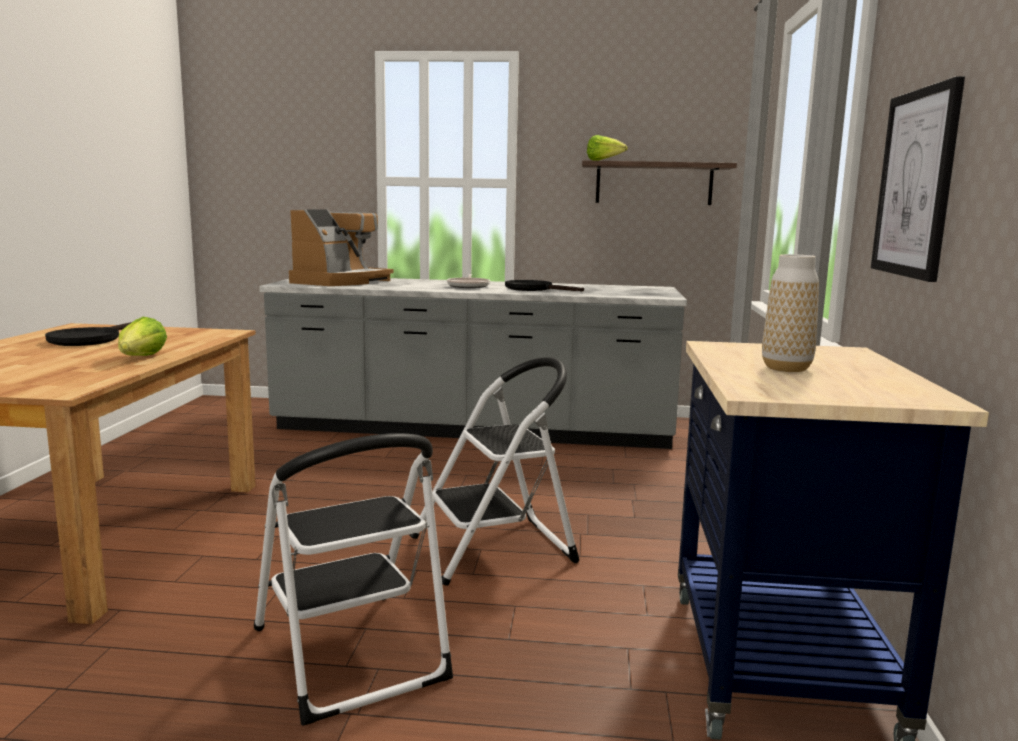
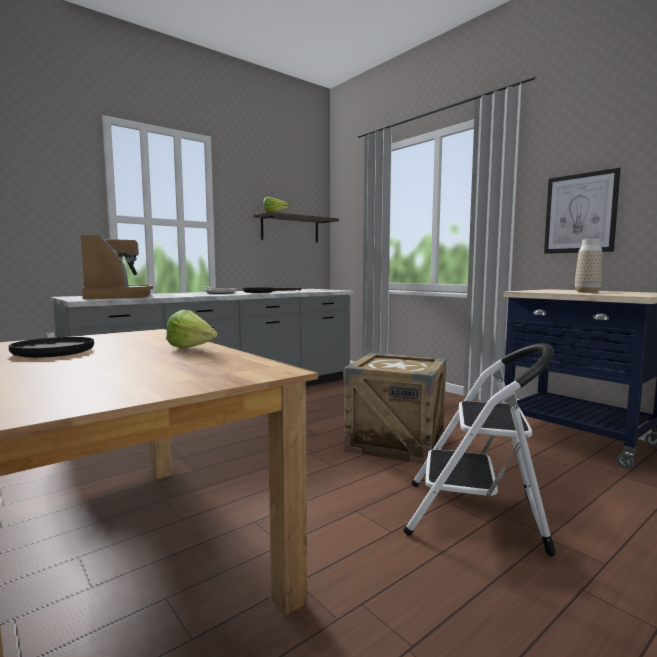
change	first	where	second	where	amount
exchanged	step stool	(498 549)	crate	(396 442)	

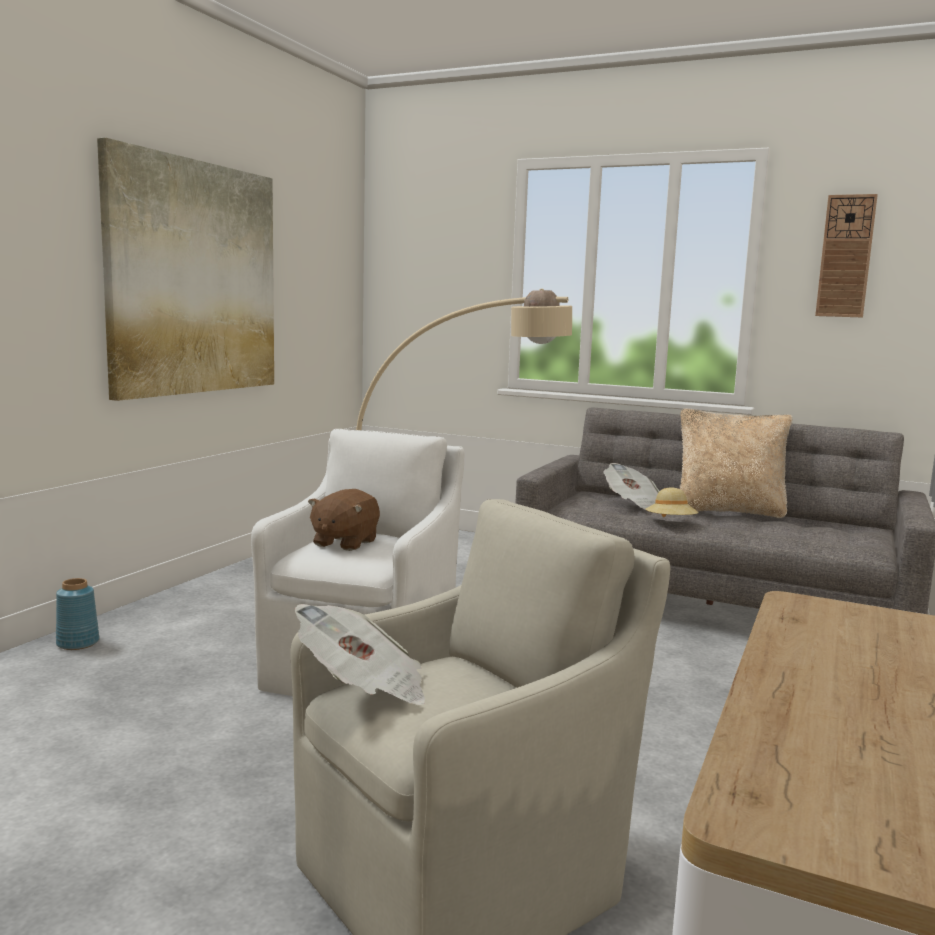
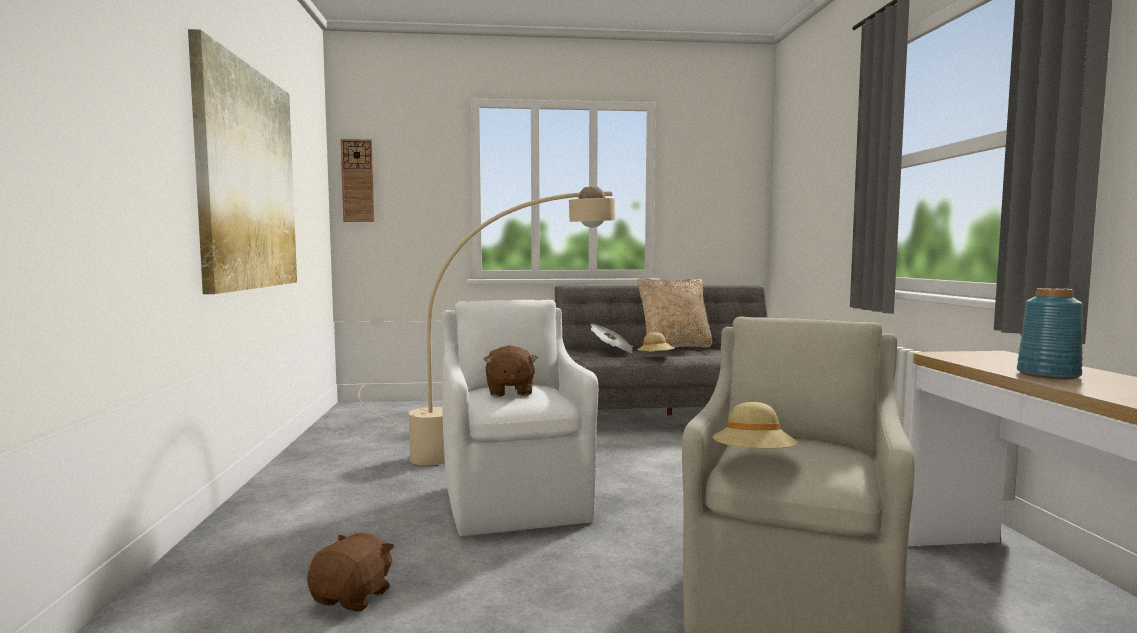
change	first	where	second	where	amount
appeared			brown-coloured cuddly toy	(353 597)	
relocated	wall clock	(845 256)		(358 181)	
exchanged	daily paper	(363 687)	beige hat	(754 460)	
relocated	blue vase	(78 643)		(1047 374)	

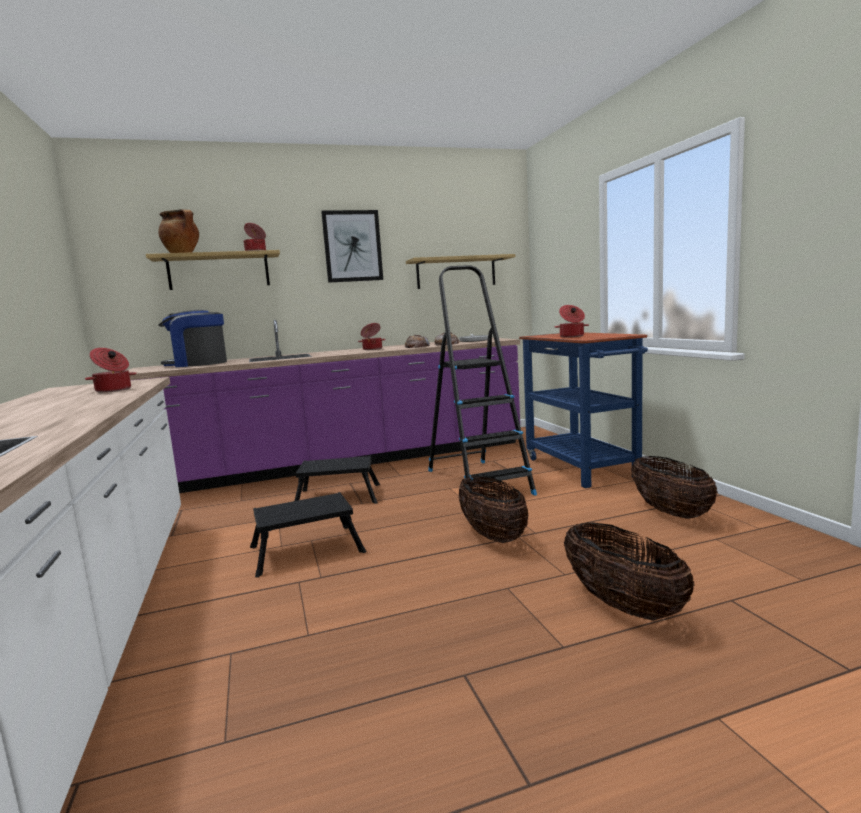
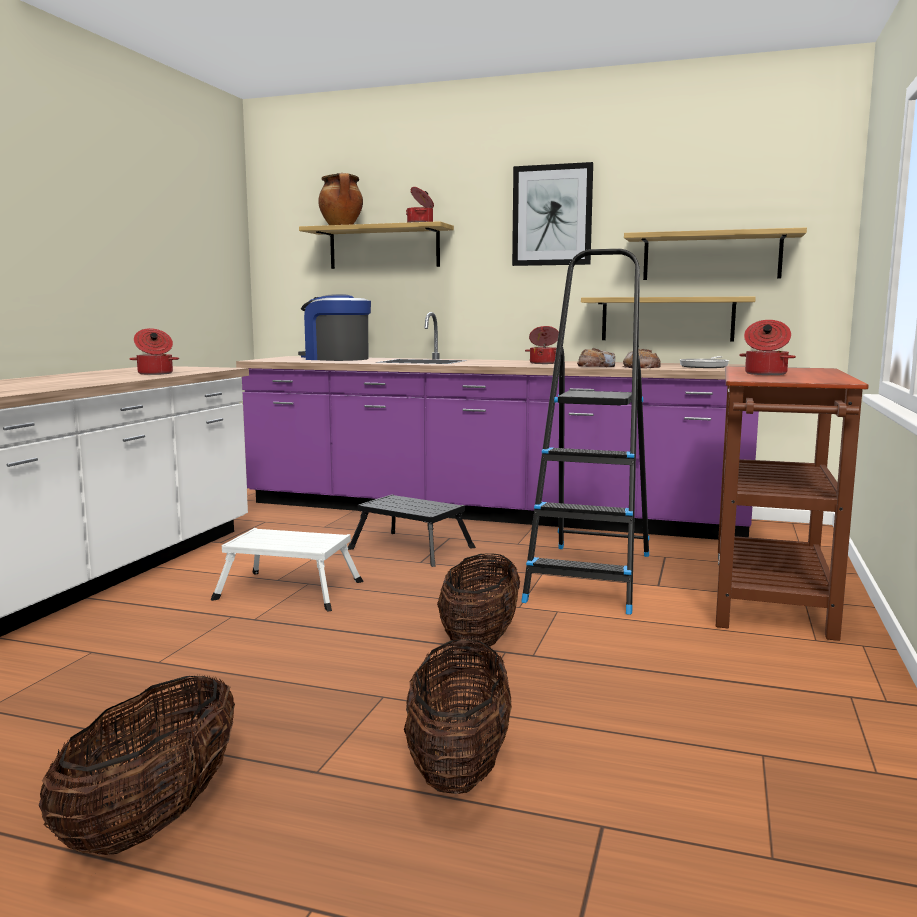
change	first	where	second	where	amount
relocated	basket	(670 512)		(153 820)	
colour	black step stool	(307 549)	white-coloured step stool	(290 590)	
appeared			bracket shelf	(667 319)	
colour	blue wheeled cart	(581 468)	brown-coloured wheeled cart	(771 601)	

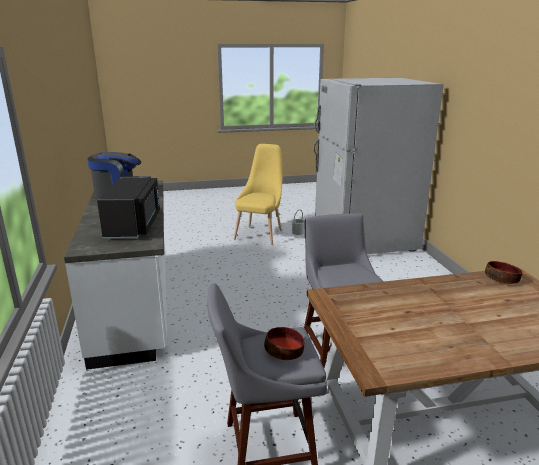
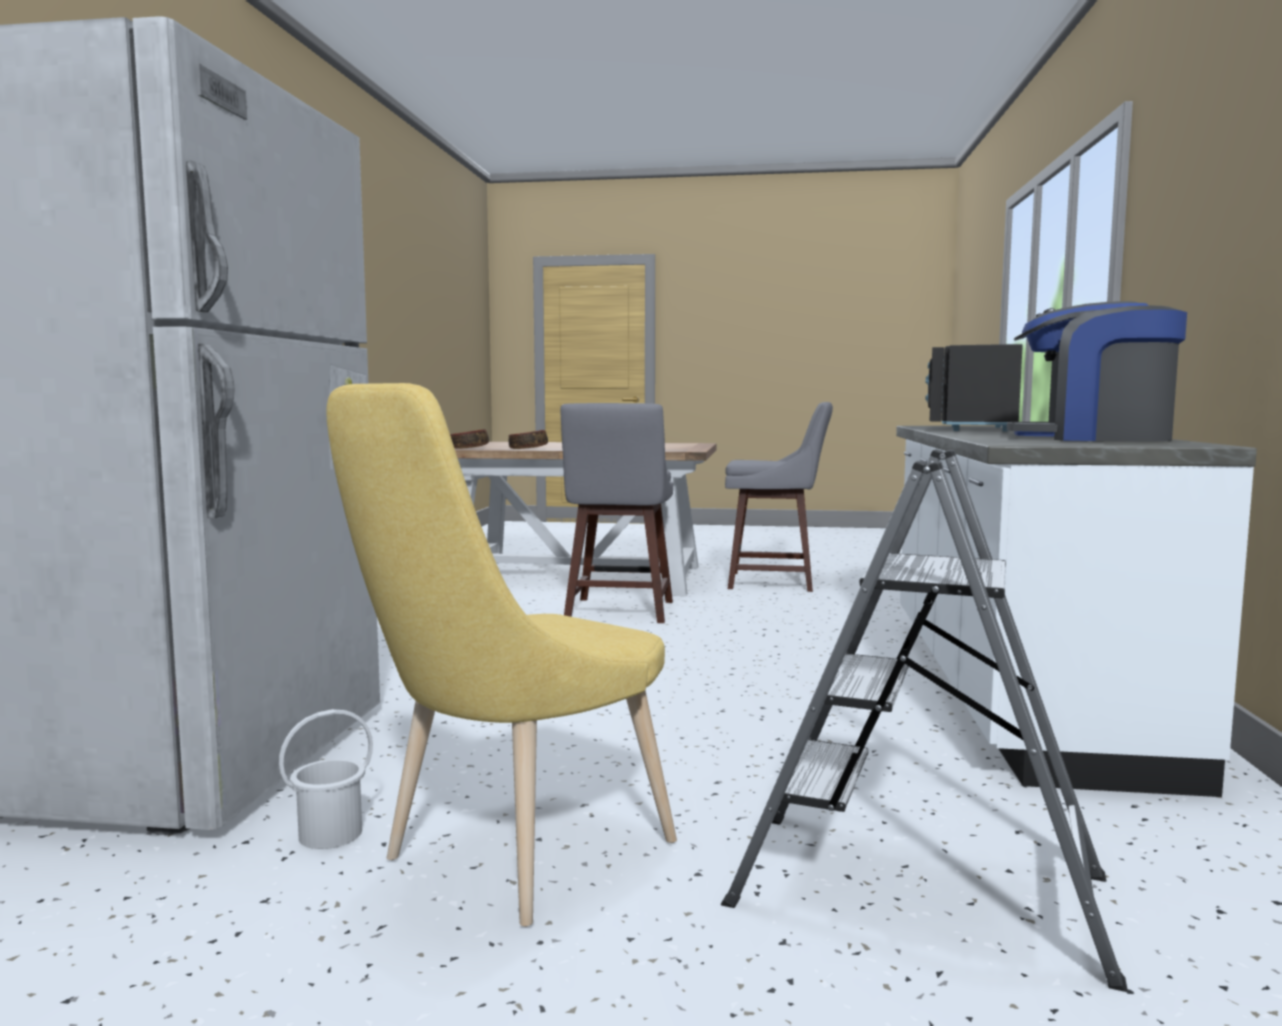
change	first	where	second	where	amount
relocated	bowl	(284 351)		(527 448)	
appeared			gray step stool	(924 889)	

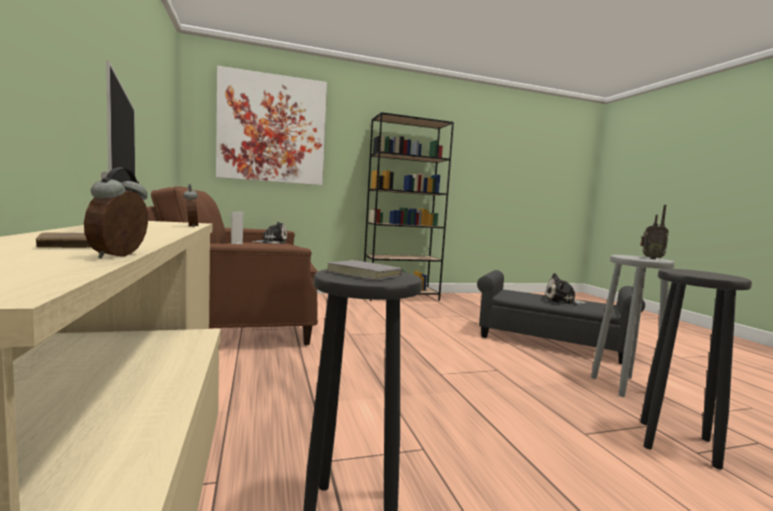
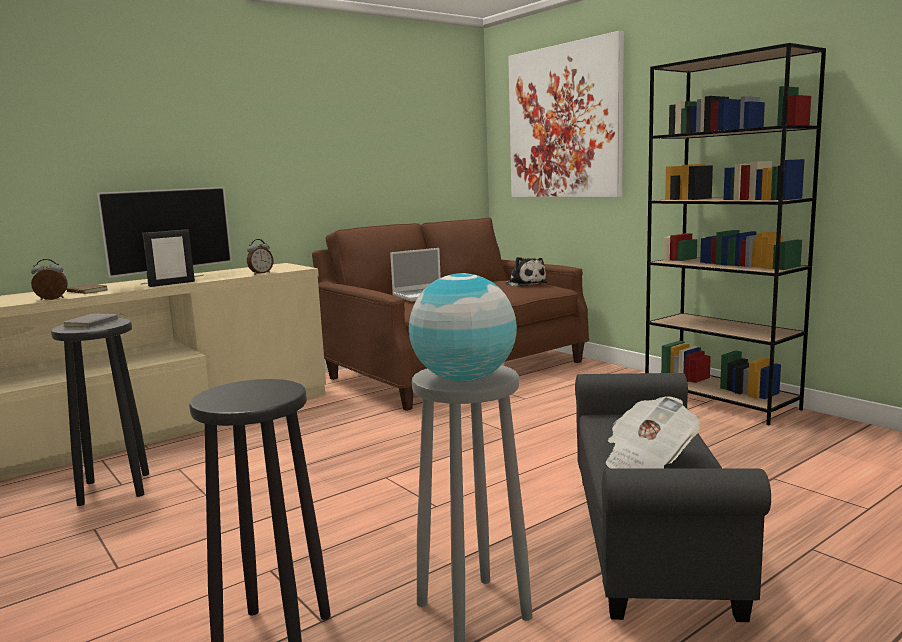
change	first	where	second	where	amount
appeared			photo frame	(172 283)	
exchanged	radio receiver	(651 258)	world globe	(464 379)	
exchanged	cuddly toy	(562 301)	daily paper	(647 458)	

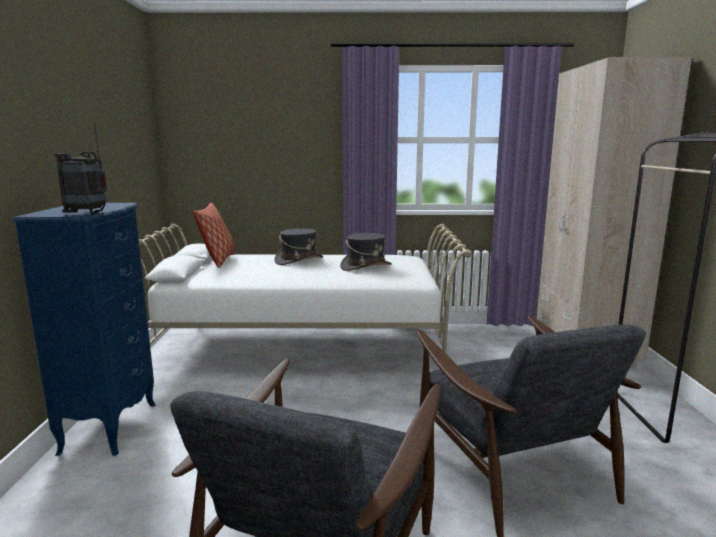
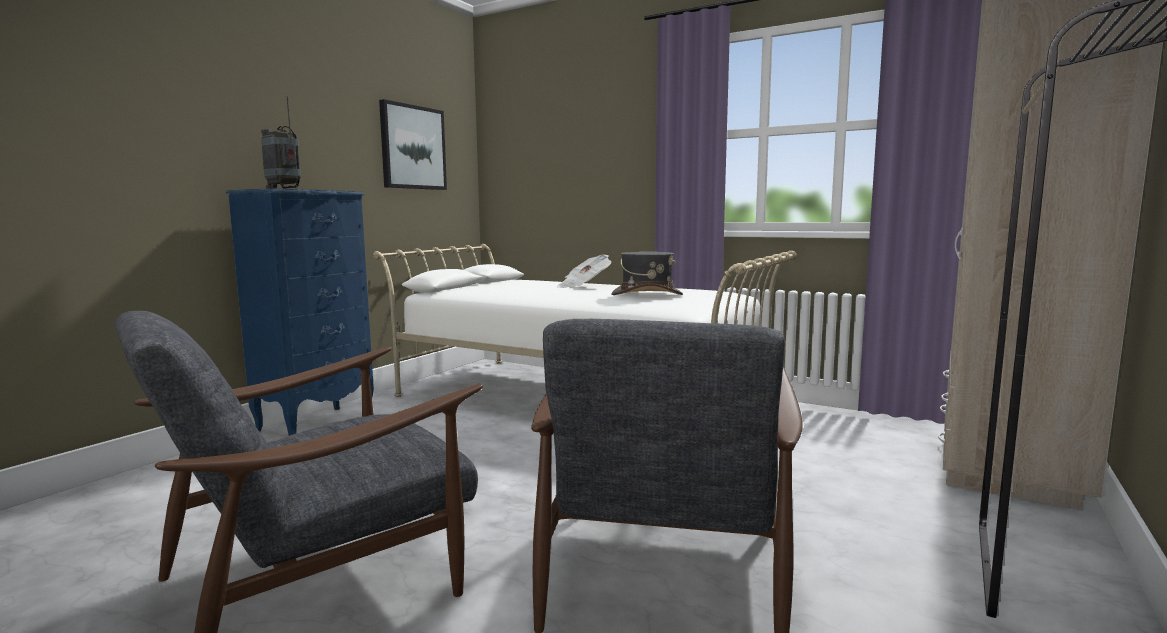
change	first	where	second	where	amount
appeared			picture	(412 147)	
exchanged	gray hat	(299 260)	daily paper	(583 286)	
missing	throw pillow	(218 261)			

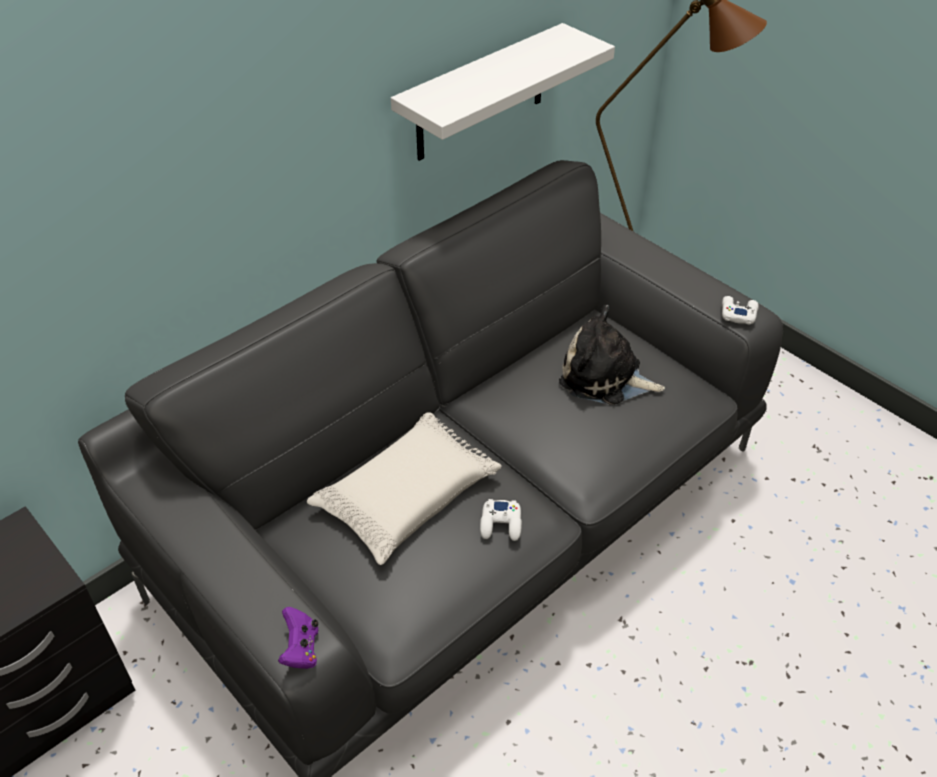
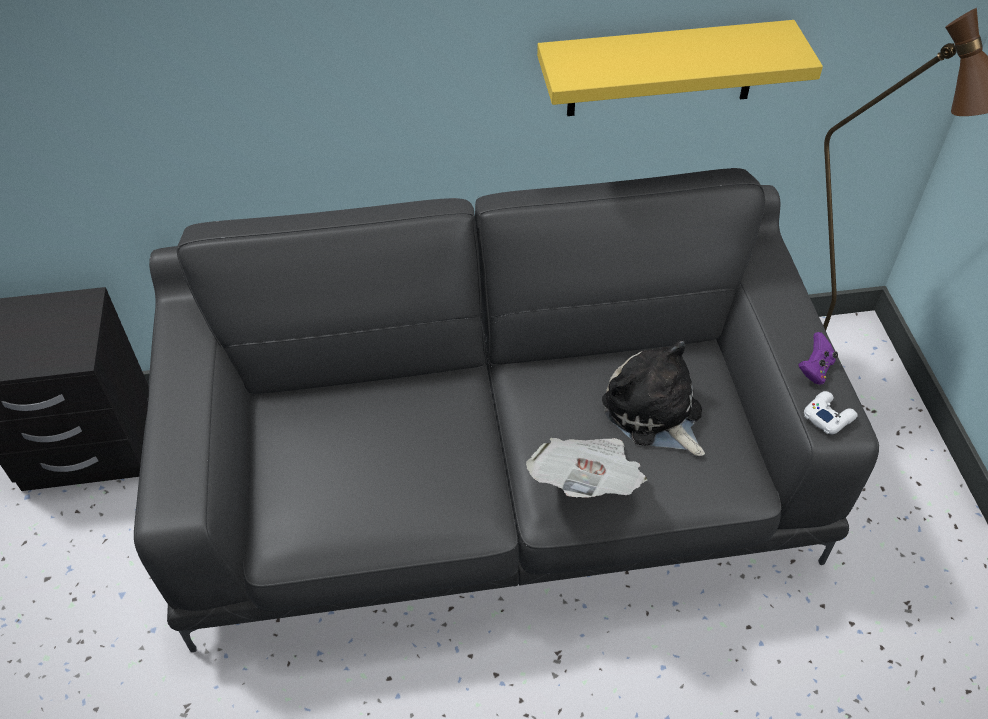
change	first	where	second	where	amount
appeared			daily paper	(587 482)	
colour	white-coloured bracket shelf	(481 94)	yellow bracket shelf	(662 69)	
relocated	purplish joypad	(301 649)		(815 369)	
missing	white-coloured throw pillow	(407 492)			
missing	white-coloured joypad	(501 524)			

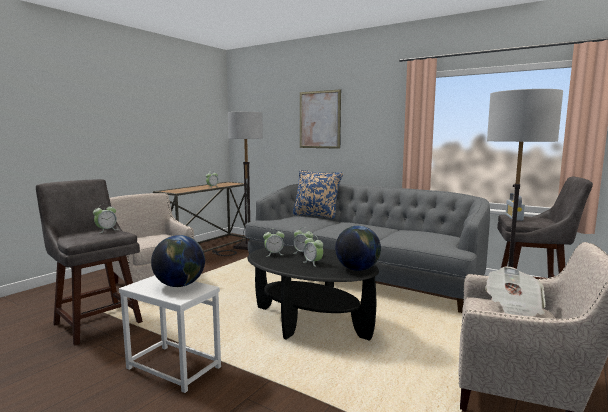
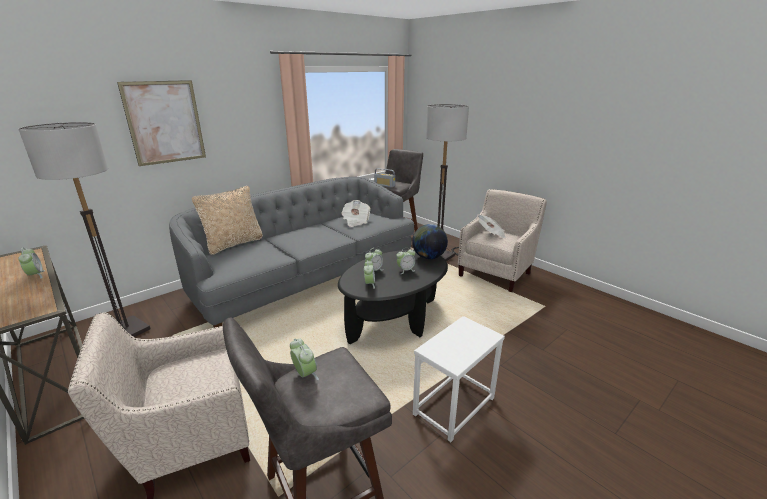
change	first	where	second	where	amount
colour	blue throw pillow	(316 216)	beige throw pillow	(235 244)	
appeared			daily paper	(355 221)	
missing	world globe	(180 285)			

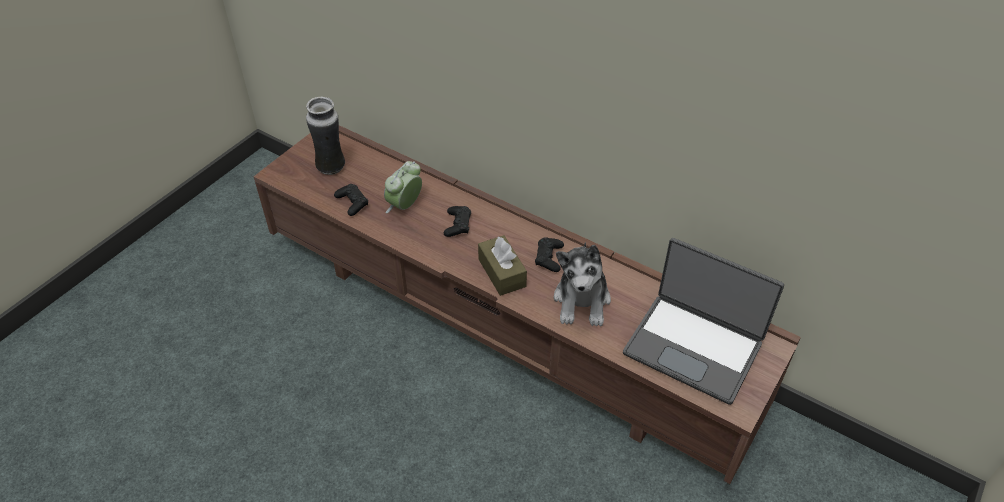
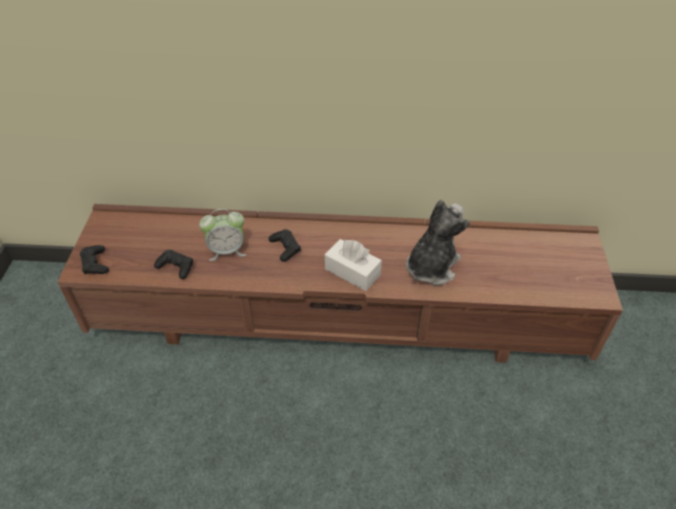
change	first	where	second	where	amount
relocated	black joypad	(549 258)		(95 264)	
spun	table clock	(405 206)		(227 250)	105 degrees counterclockwise
colour	brown-coloured tissue box	(502 273)	white-coloured tissue box	(352 272)	
spun	cuddly toy	(582 300)		(431 266)	120 degrees counterclockwise
missing	vase	(331 167)			
missing	notebook computer	(694 347)			

